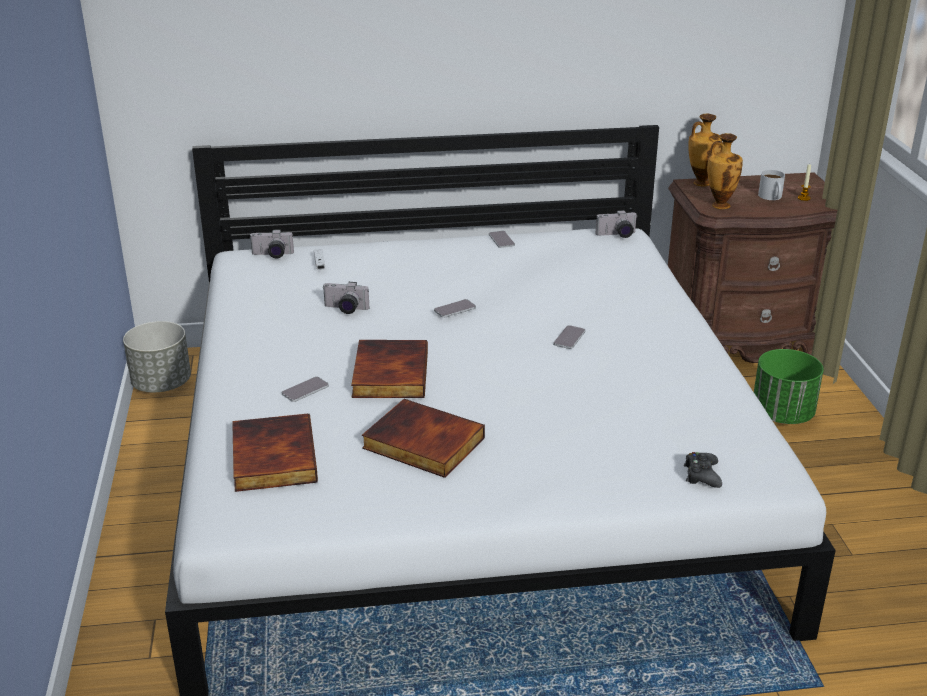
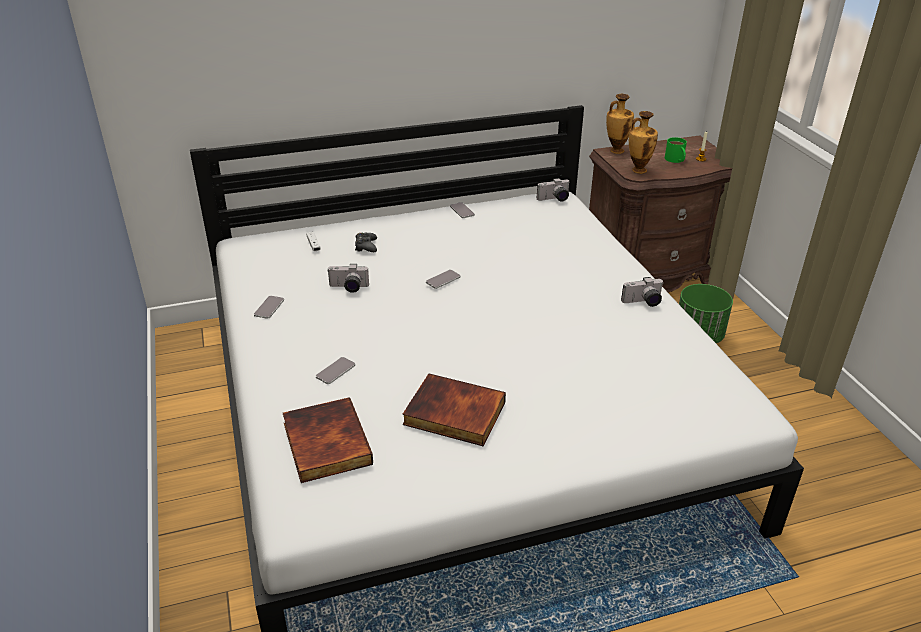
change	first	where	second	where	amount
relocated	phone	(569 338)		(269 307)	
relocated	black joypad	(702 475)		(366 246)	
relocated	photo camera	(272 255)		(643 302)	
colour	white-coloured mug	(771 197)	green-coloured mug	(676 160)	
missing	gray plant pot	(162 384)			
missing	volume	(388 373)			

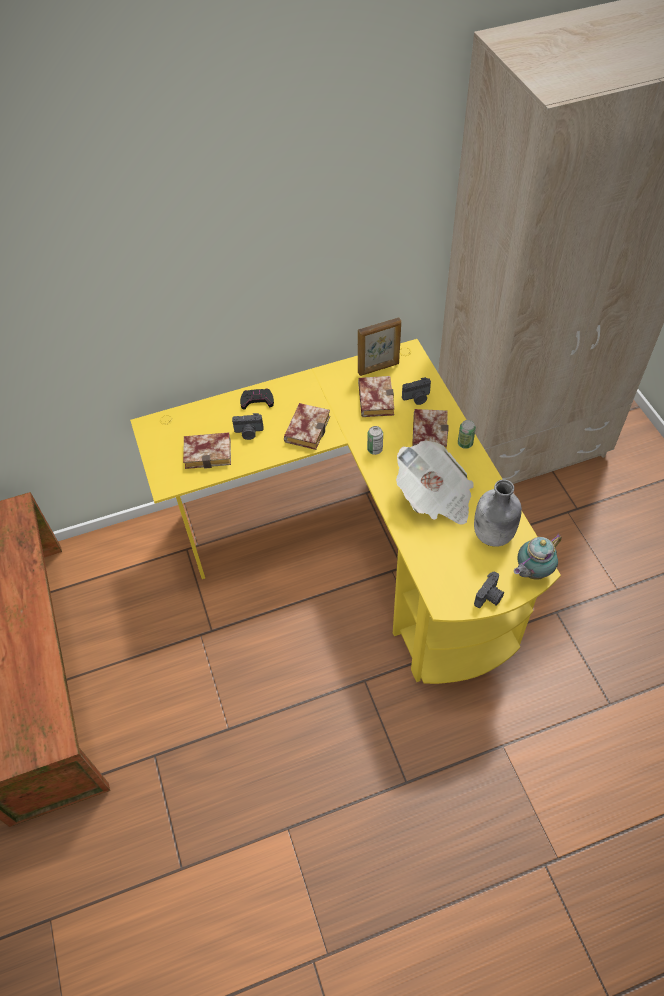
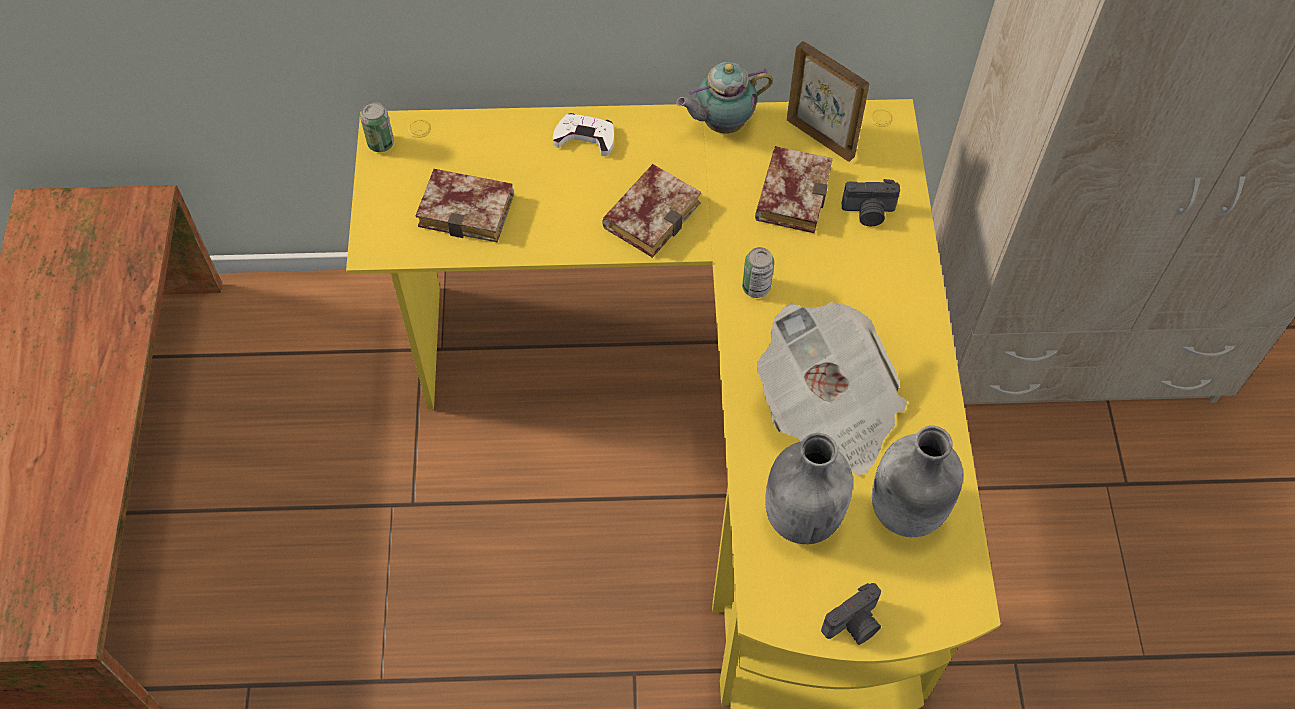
change	first	where	second	where	amount
relocated	metal can	(465 443)		(381 143)	
colour	black joypad	(257 400)	white-coloured joypad	(585 137)	
relocated	tea pot	(531 572)		(721 124)	
appeared			gray bottle	(800 515)	
spun	photo frame	(378 368)		(821 137)	135 degrees counterclockwise
missing	photo camera	(249 432)			
missing	volume	(428 432)			

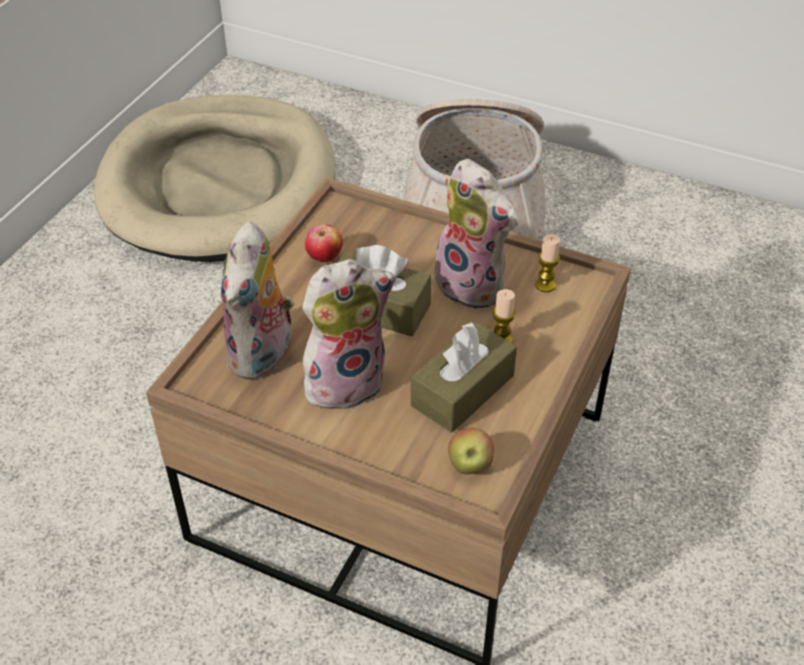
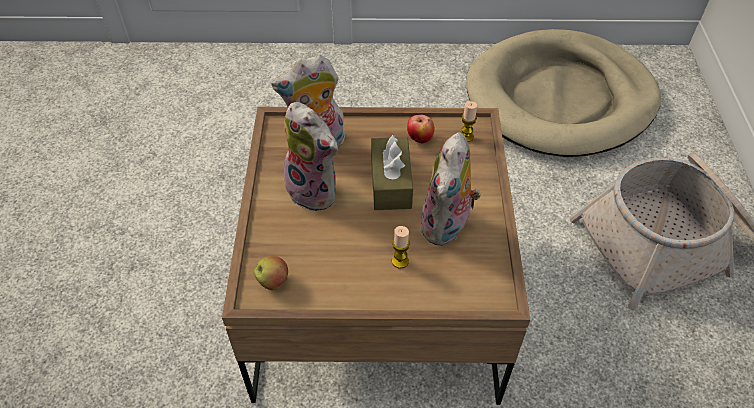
change	first	where	second	where	amount
relocated	wax candle	(545 285)		(466 137)	
missing	brown-coloured tissue box	(462 390)			

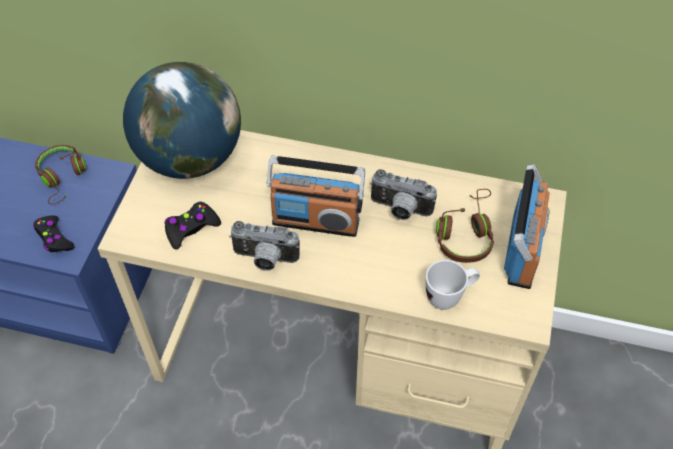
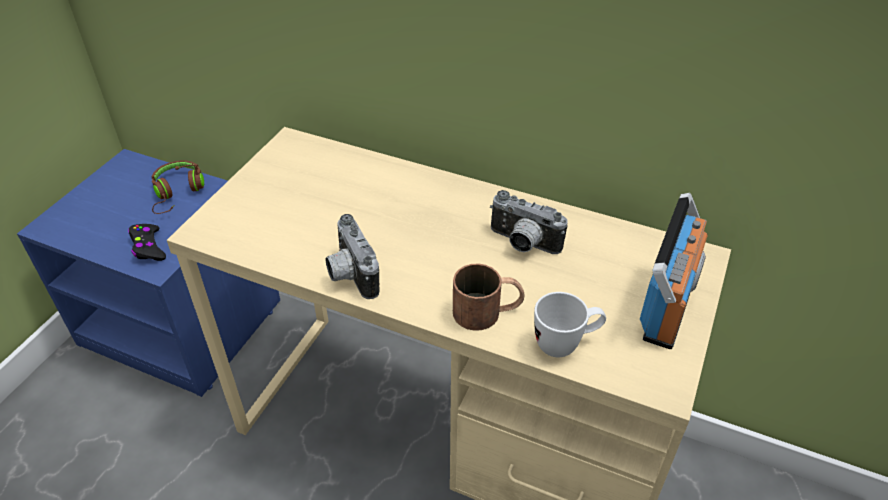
change	first	where	second	where	amount
spun	photo camera	(264 259)		(349 275)	45 degrees clockwise
appeared			brown-coloured mug	(488 311)	
missing	world globe	(190 159)			
missing	black joypad	(191 228)			
missing	radio receiver	(316 221)			
missing	brown-coloured pair of headphones	(465 234)			

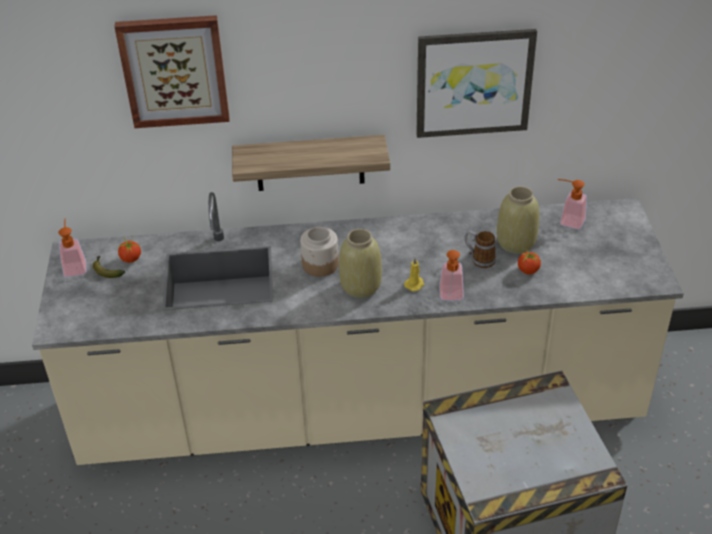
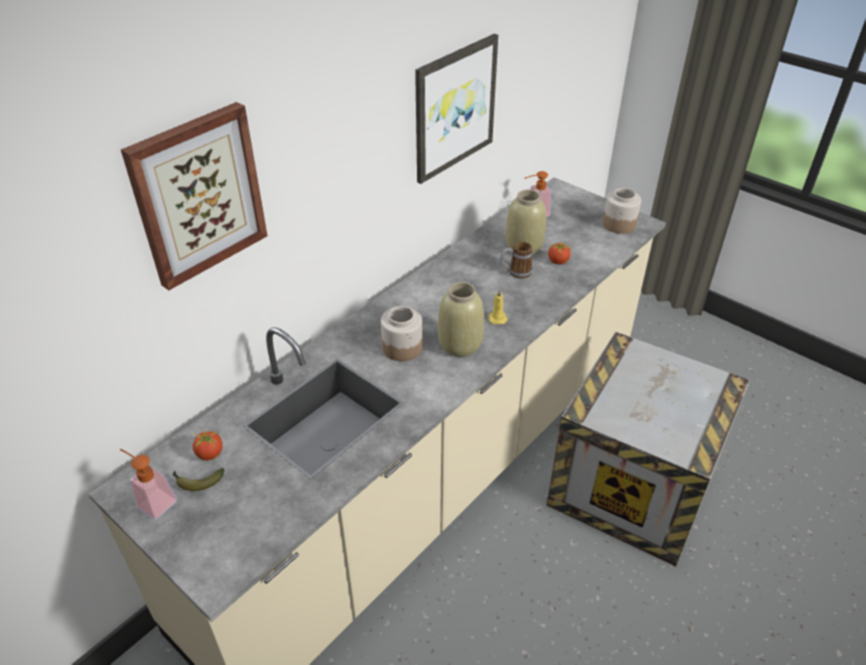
change	first	where	second	where	amount
appeared			preserve jar	(618 224)	
missing	bracket shelf	(310 163)			
missing	soap dispenser	(451 297)			

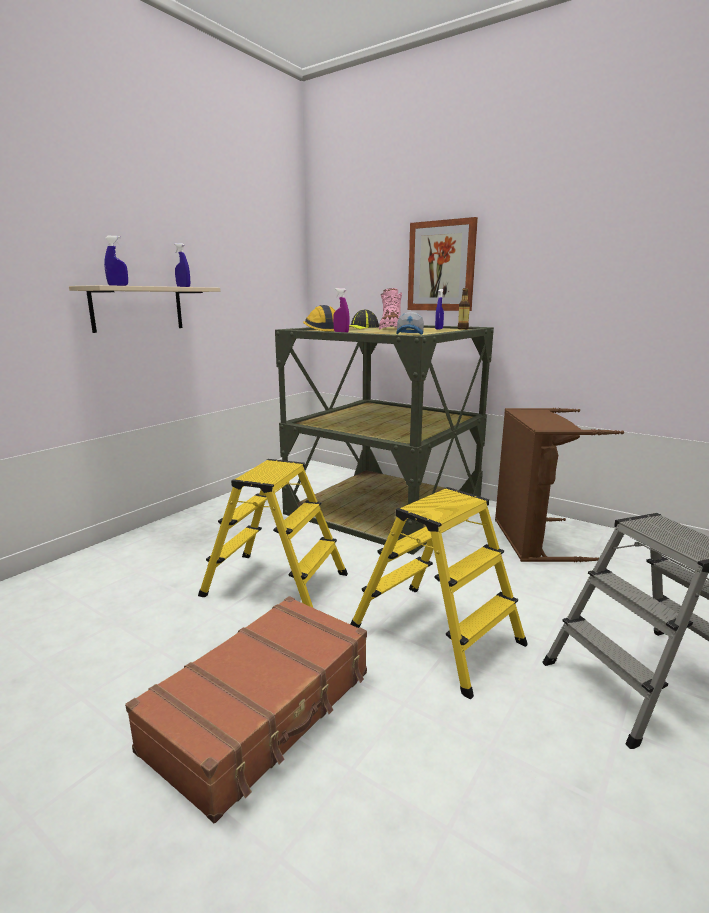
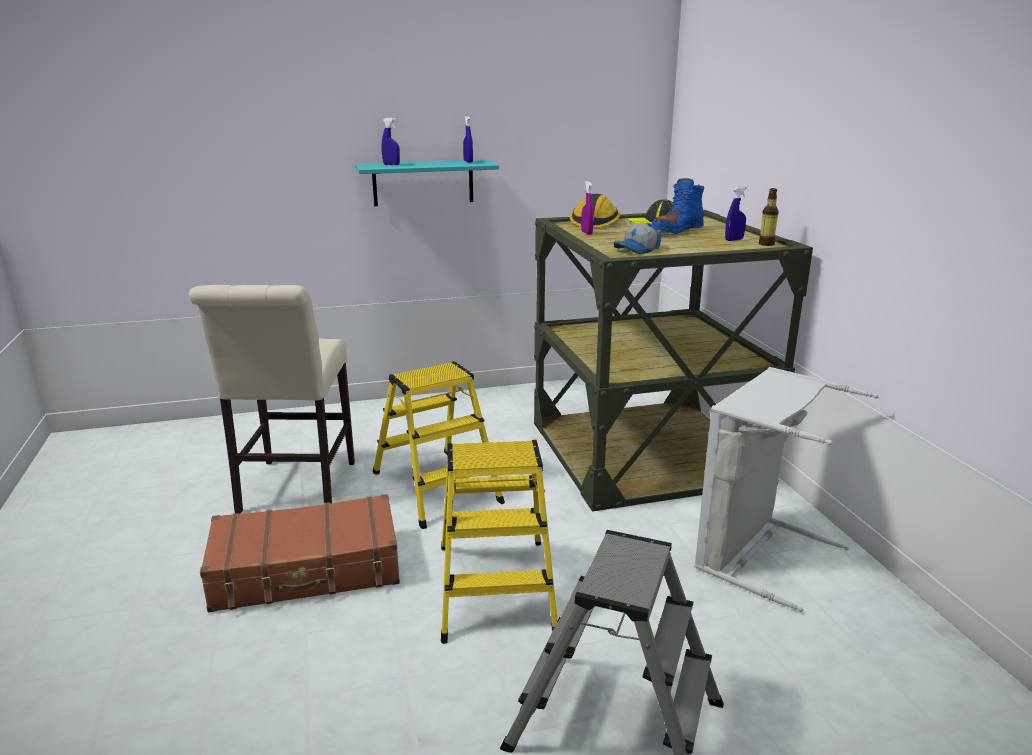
change	first	where	second	where	amount
appeared			beige sitting stool	(294 491)	
colour	beige bracket shelf	(137 308)	blue-green bracket shelf	(423 182)	
colour	pink boot	(390 329)	blue boot	(676 231)	
colour	brown-coloured laundry basket	(532 540)	gray laundry basket	(756 553)	
missing	picture	(441 266)			

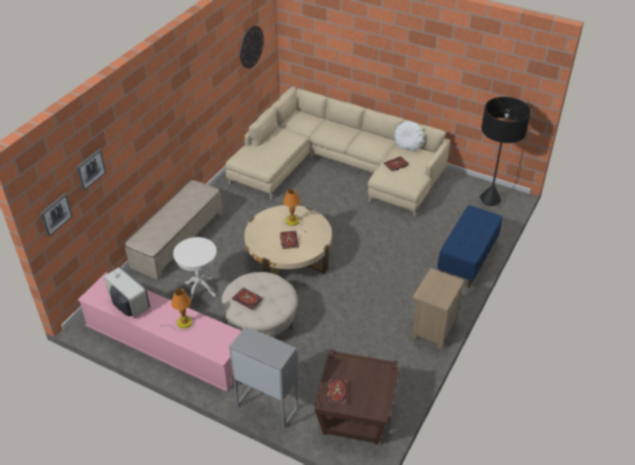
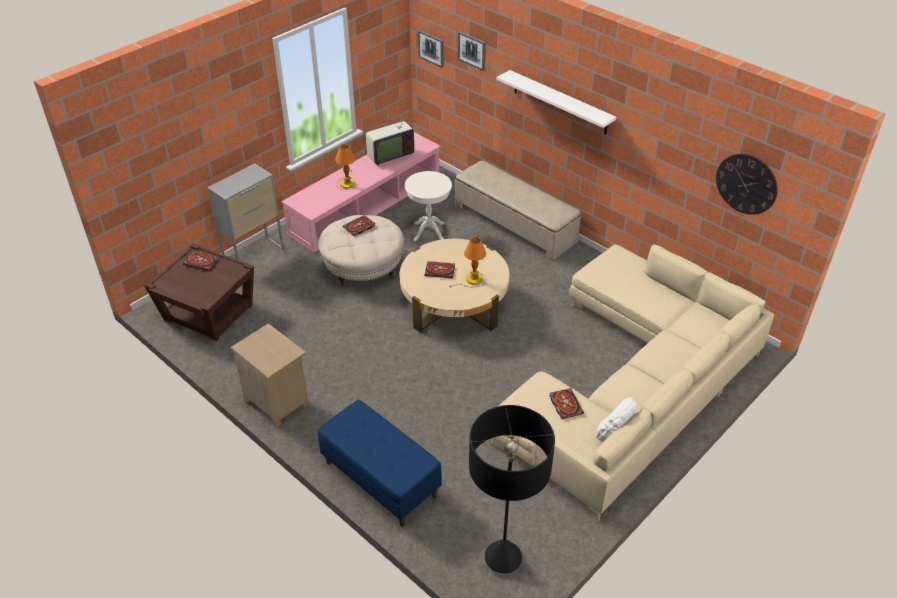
change	first	where	second	where	amount
appeared			white-coloured bracket shelf	(560 102)	

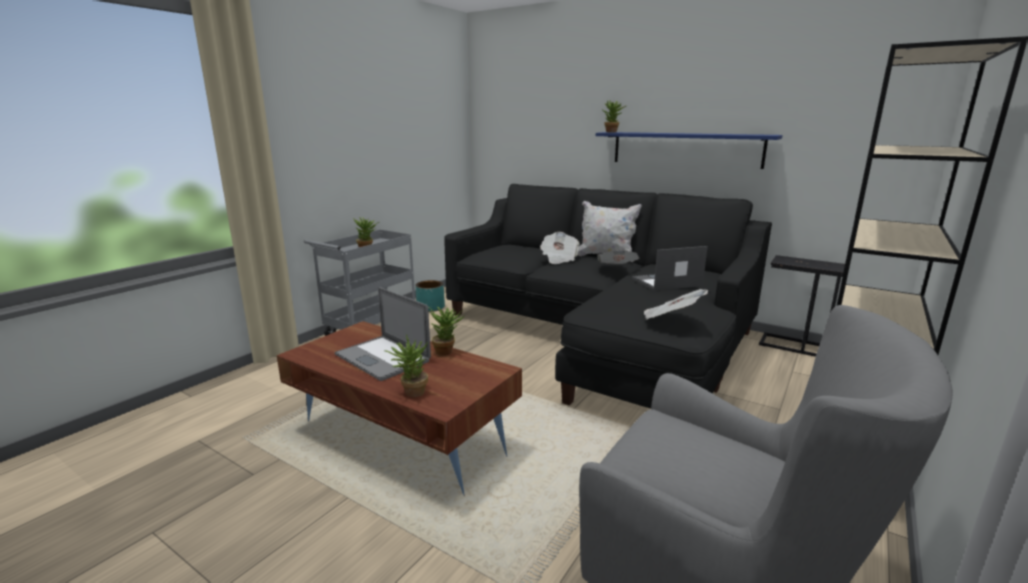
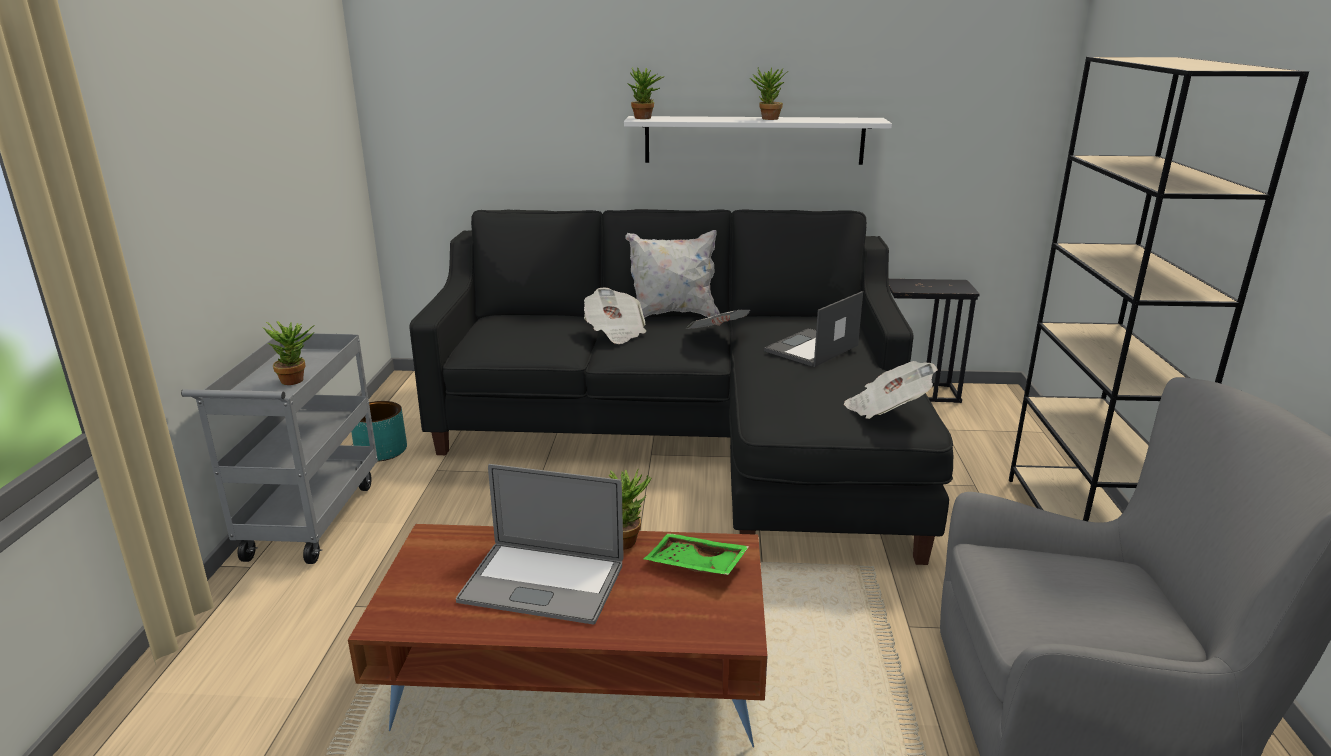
change	first	where	second	where	amount
colour	blue bracket shelf	(685 149)	white-coloured bracket shelf	(754 140)	
appeared			green-coloured serving tray	(695 566)	
relocated	houseplant	(411 392)		(767 119)	

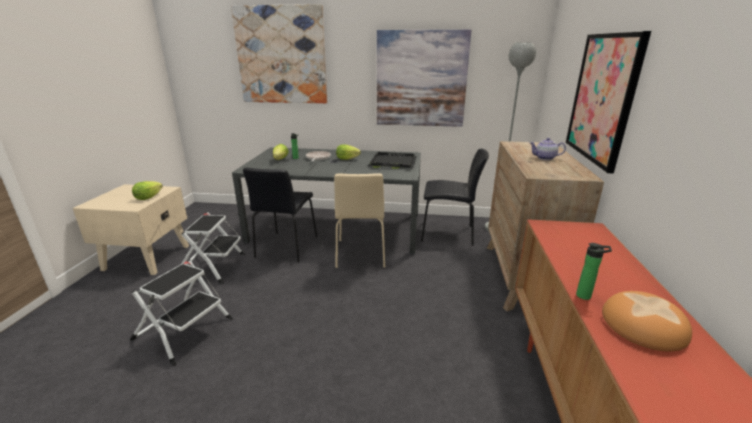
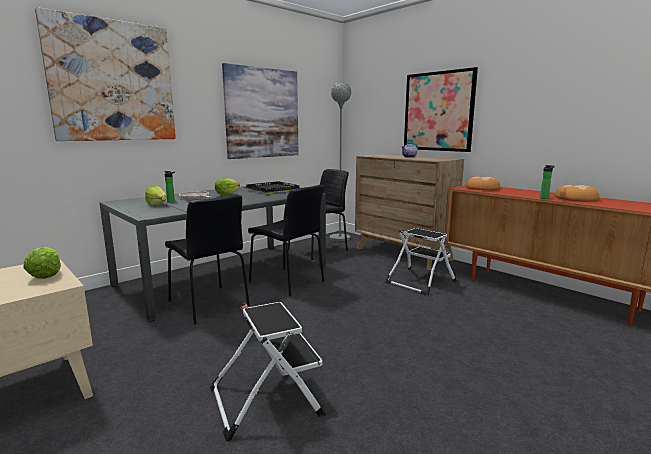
change	first	where	second	where	amount
colour	beige chair	(361 254)	black chair	(289 282)	
relocated	step stool	(210 267)		(420 281)	
appeared			bread	(482 188)	

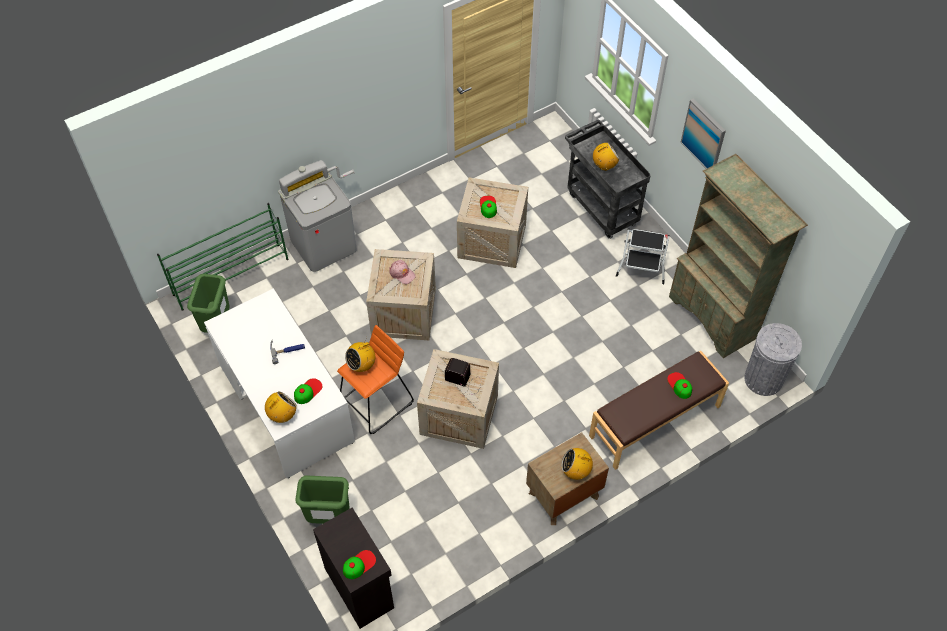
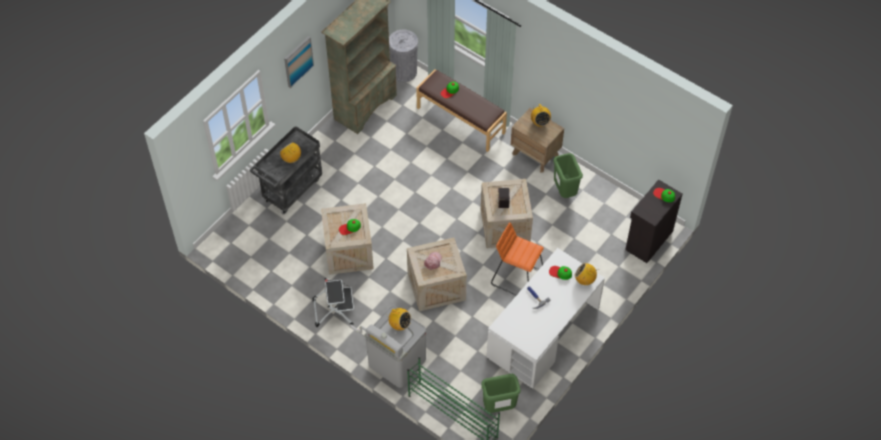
change	first	where	second	where	amount
relocated	step stool	(642 263)		(334 309)	
relocated	radio receiver	(362 365)		(399 325)	
relocated	green-coloured trash can	(328 517)		(565 191)	

